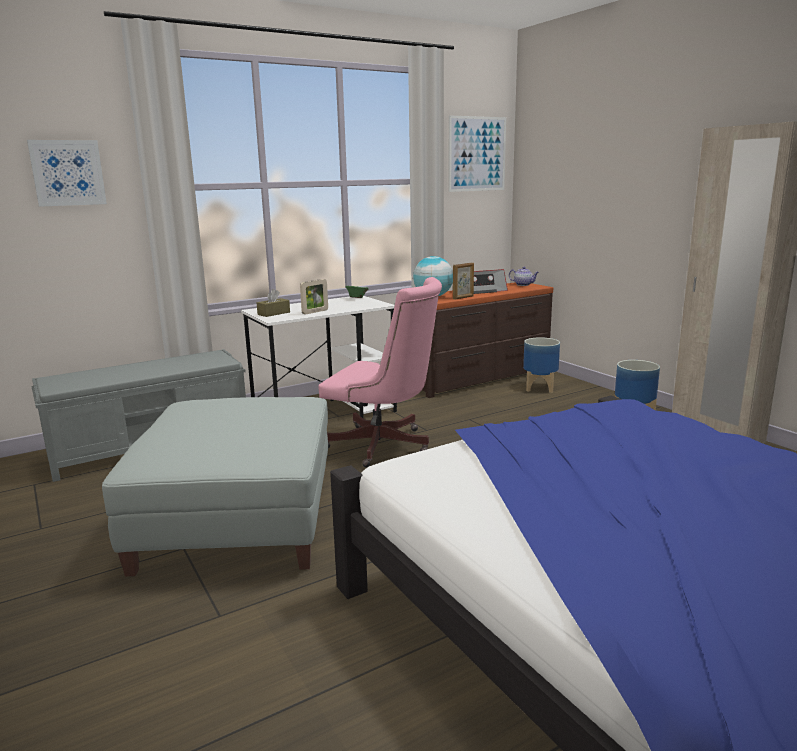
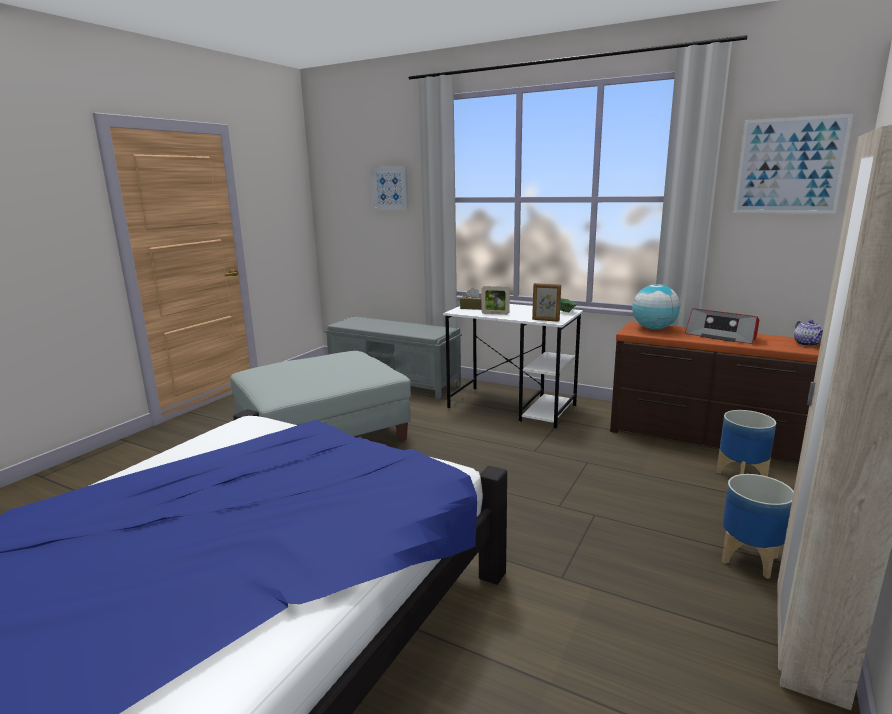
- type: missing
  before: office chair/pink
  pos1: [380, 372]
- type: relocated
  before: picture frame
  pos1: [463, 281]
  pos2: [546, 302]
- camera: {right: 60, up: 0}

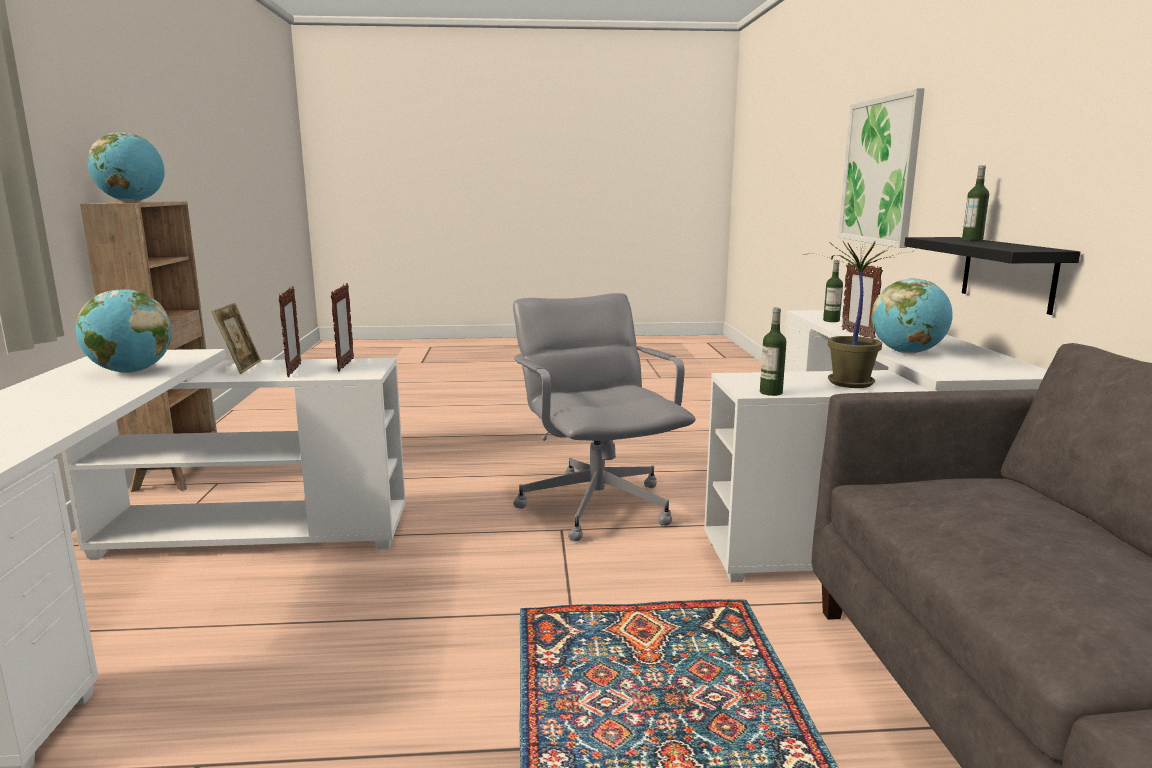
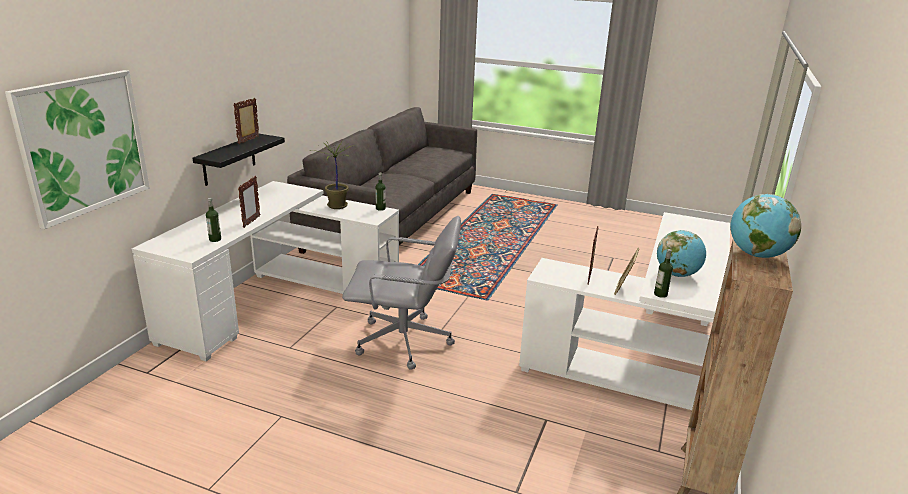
- type: missing
  before: globe
  pos1: [912, 316]
- type: relocated
  before: picture frame
  pos1: [342, 327]
  pos2: [246, 121]
- type: relocated
  before: bottle
  pos1: [975, 203]
  pos2: [663, 273]
- type: spun
  before: office chair/grey
  pos1: [604, 417]
  pos2: [401, 293]
  turn: -90
- camera: {right: -155, up: 10}

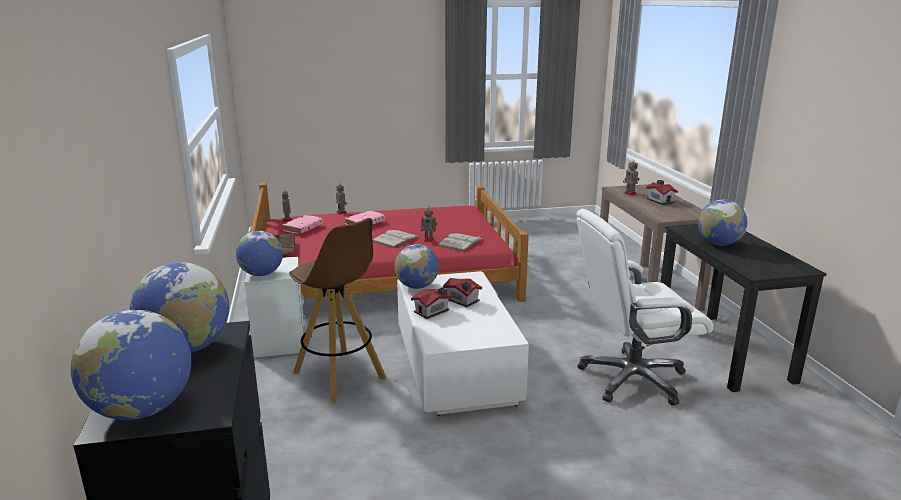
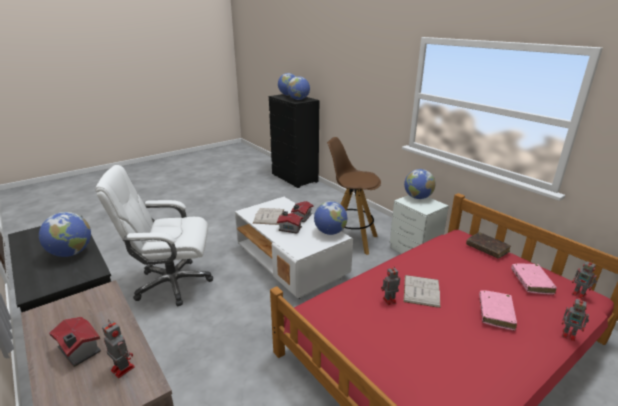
- type: relocated
  before: book/white
  pos1: [460, 242]
  pos2: [268, 216]
- type: spun
  before: office chair/white
  pos1: [645, 307]
  pos2: [154, 235]
  turn: -150
- camera: {right: 155, up: 5}

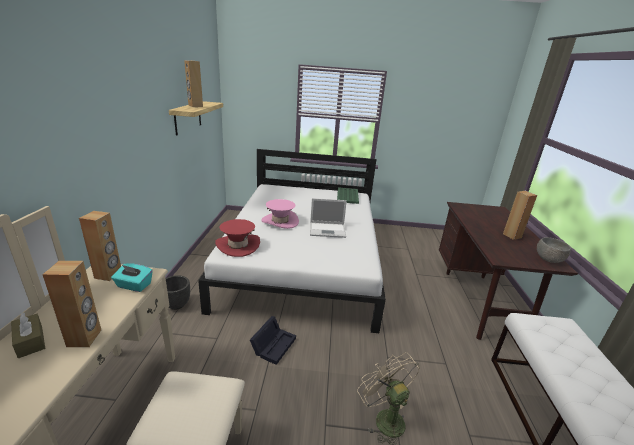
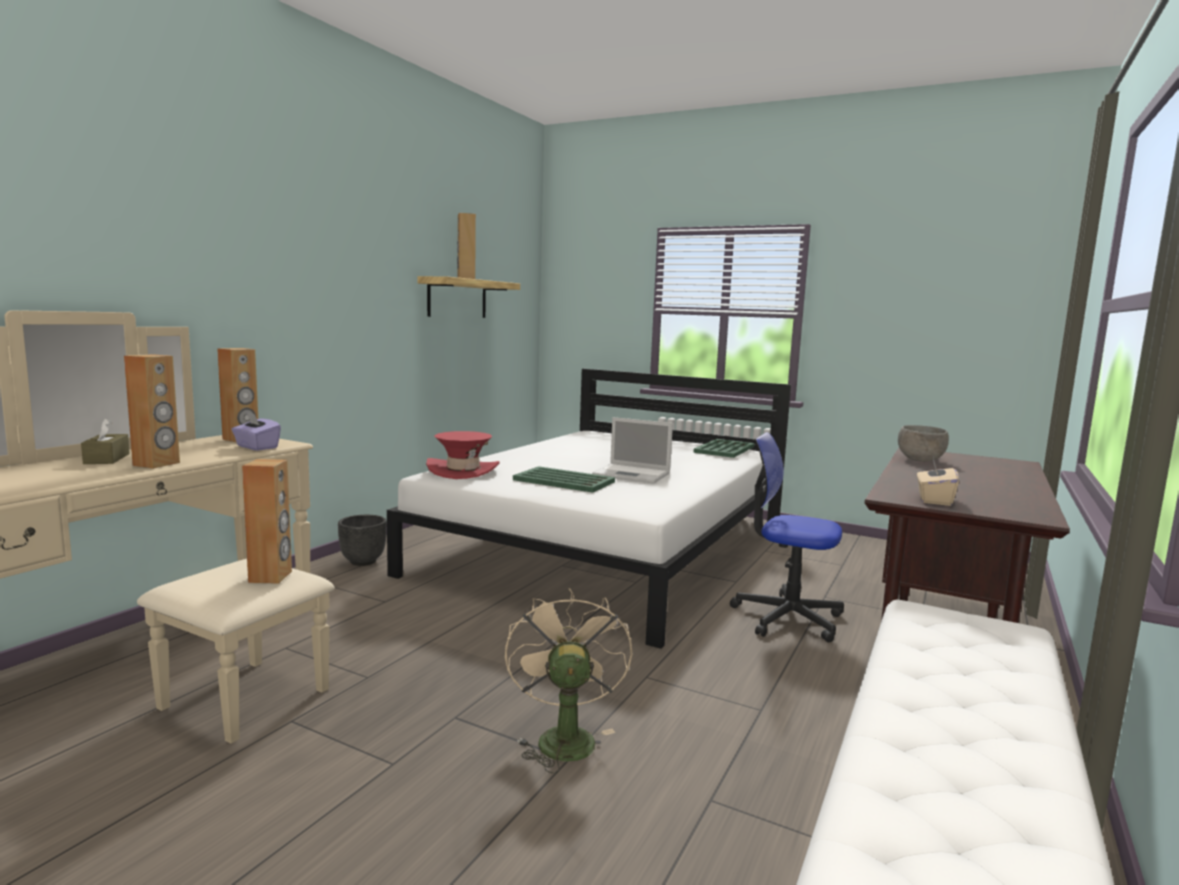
- type: missing
  before: storage box/black
  pos1: [273, 340]
- type: missing
  before: hat/pink
  pos1: [280, 214]
- type: appeared
  after: tray/green
  pos2: [564, 479]
- type: appeared
  after: office chair
  pos2: [787, 537]
- type: appeared
  after: tissue box/beige
  pos2: [938, 482]
- type: relocated
  before: speaker/brown
  pos1: [520, 215]
  pos2: [267, 521]
- type: relocated
  before: bowl/grey
  pos1: [554, 250]
  pos2: [923, 443]
- type: colour
  before: tissue box/turquoise
  after: tissue box/purple
  pos1: [132, 277]
  pos2: [256, 431]
- camera: {right: 25, up: -15}

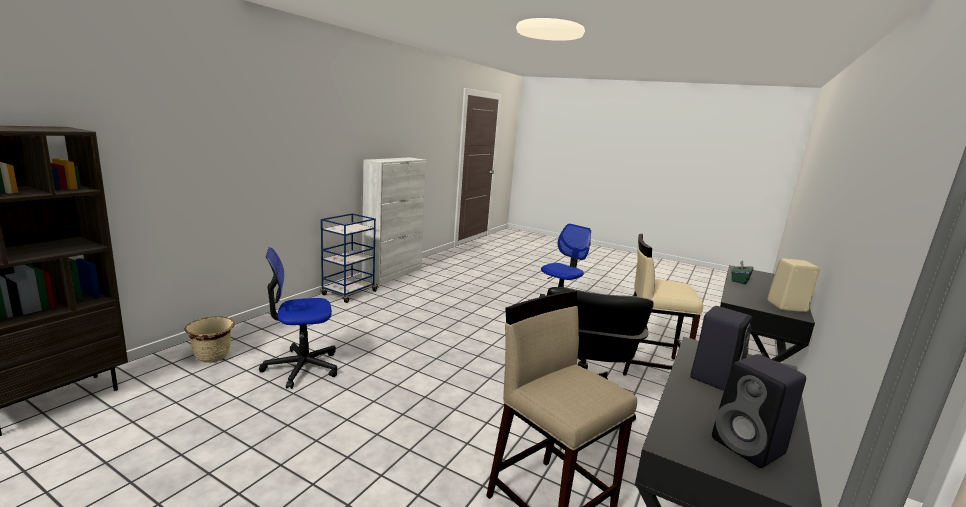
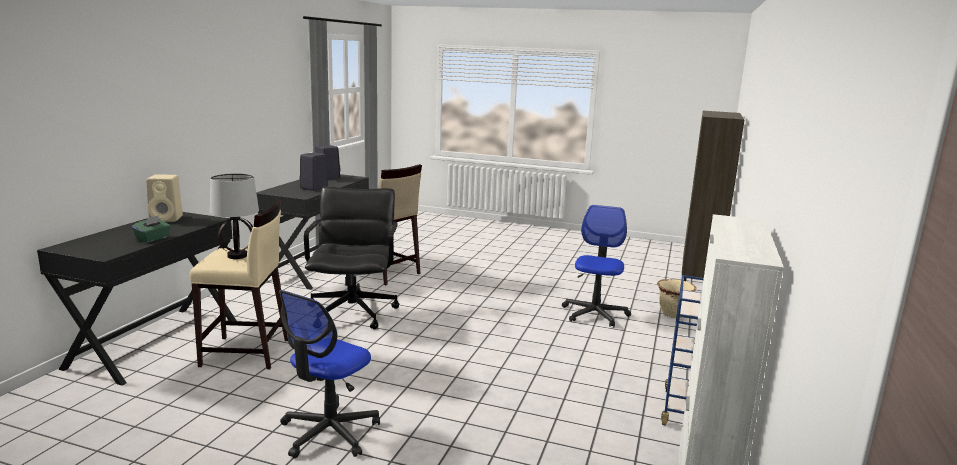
- type: appeared
  after: table lamp
  pos2: [234, 216]
- type: spun
  before: office chair
  pos1: [298, 318]
  pos2: [596, 266]
  turn: -45
- camera: {right: 170, up: 0}

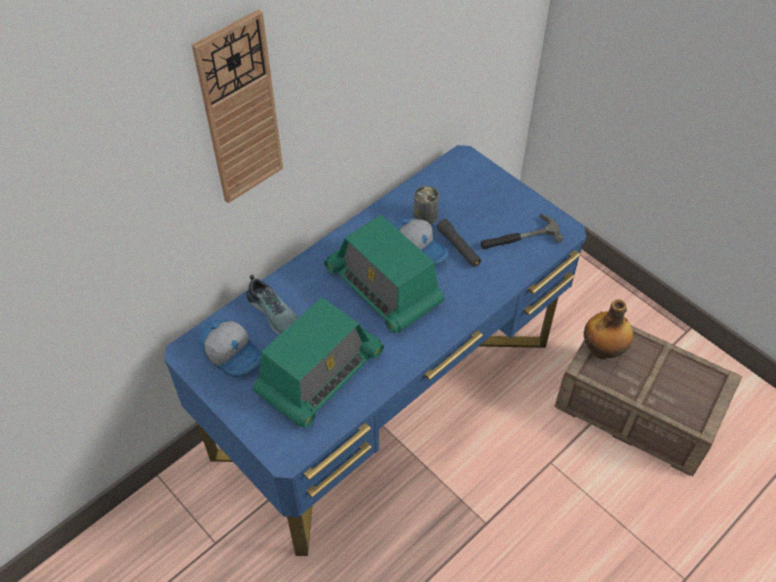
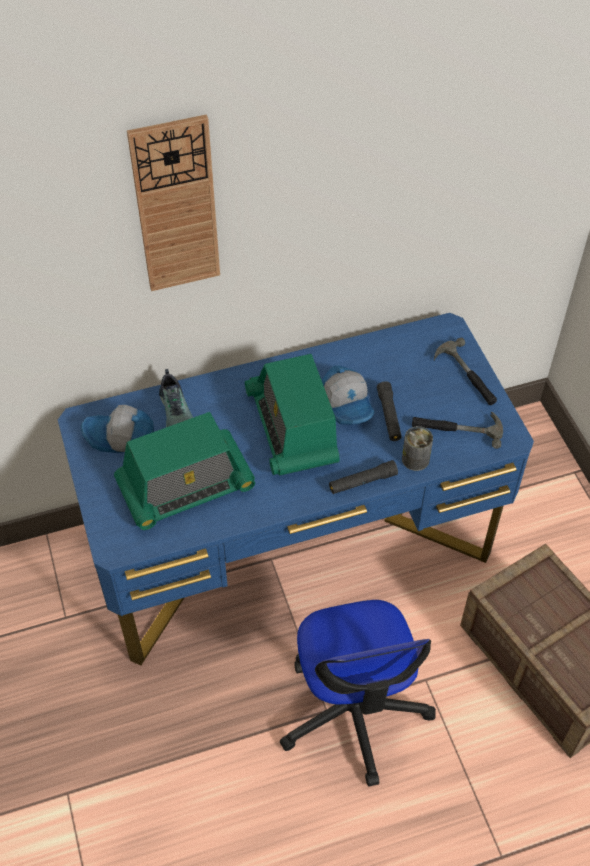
- type: missing
  before: bottle
  pos1: [608, 329]
- type: appeared
  after: office chair
  pos2: [358, 693]
- type: appeared
  after: flashlight/black
  pos2: [363, 477]
- type: appeared
  after: hammer
  pos2: [465, 371]
- type: relocated
  before: can
  pos1: [426, 205]
  pos2: [417, 448]
- type: spun
  before: cap
  pos1: [230, 348]
  pos2: [117, 429]
  turn: 120
- camera: {right: 25, up: 0}

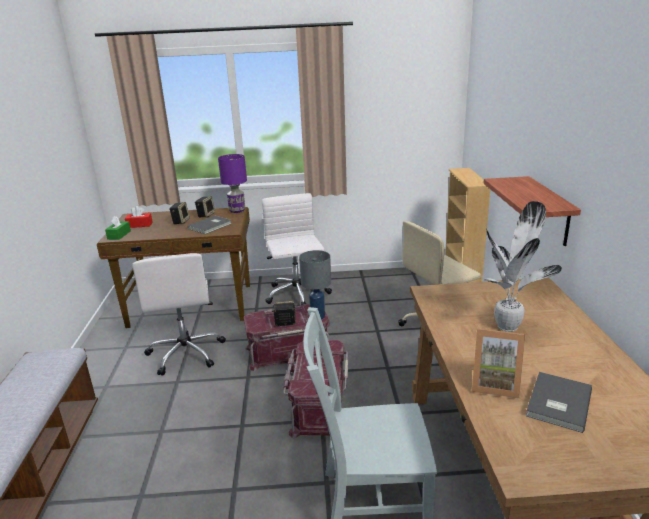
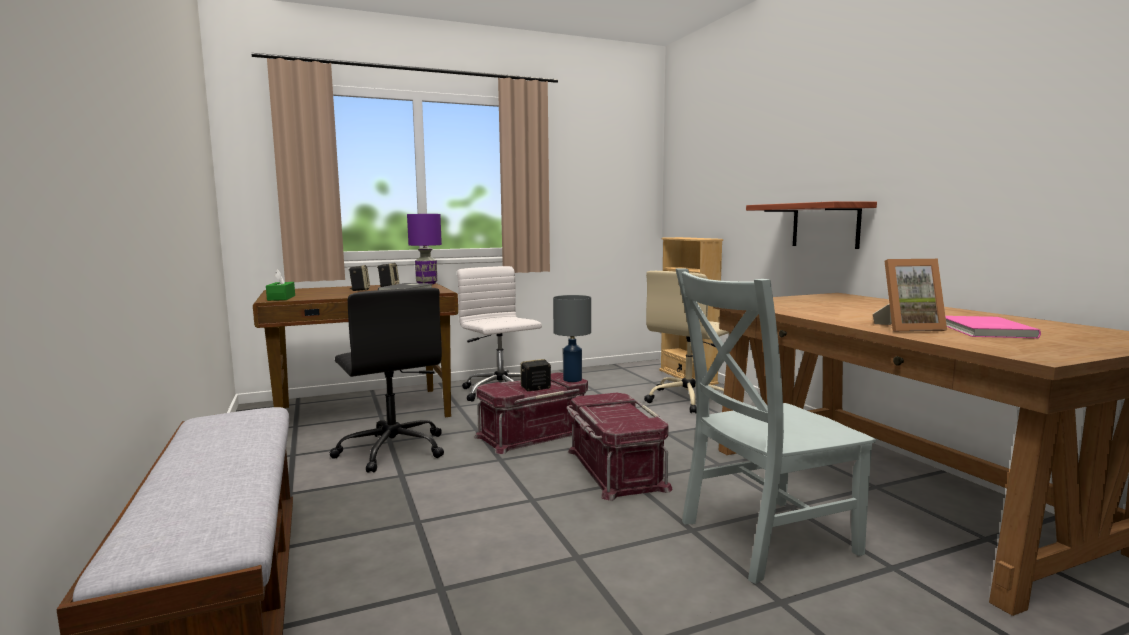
- type: missing
  before: tissue box/red
  pos1: [139, 217]
- type: missing
  before: potted plant
  pos1: [522, 266]
- type: colour
  before: office chair/white
  after: office chair/black
  pos1: [179, 314]
  pos2: [386, 380]
- type: colour
  before: book/grey
  after: book/pink
  pos1: [559, 402]
  pos2: [993, 327]
- camera: {right: -20, up: -15}

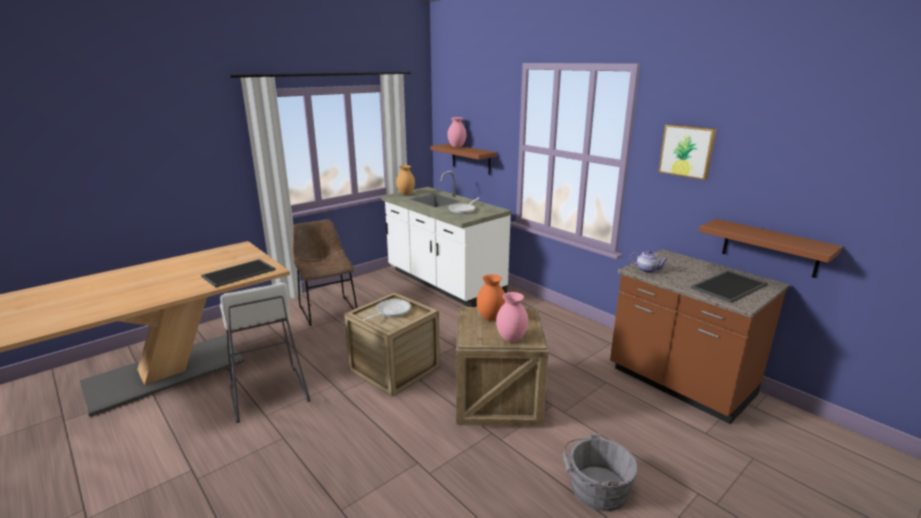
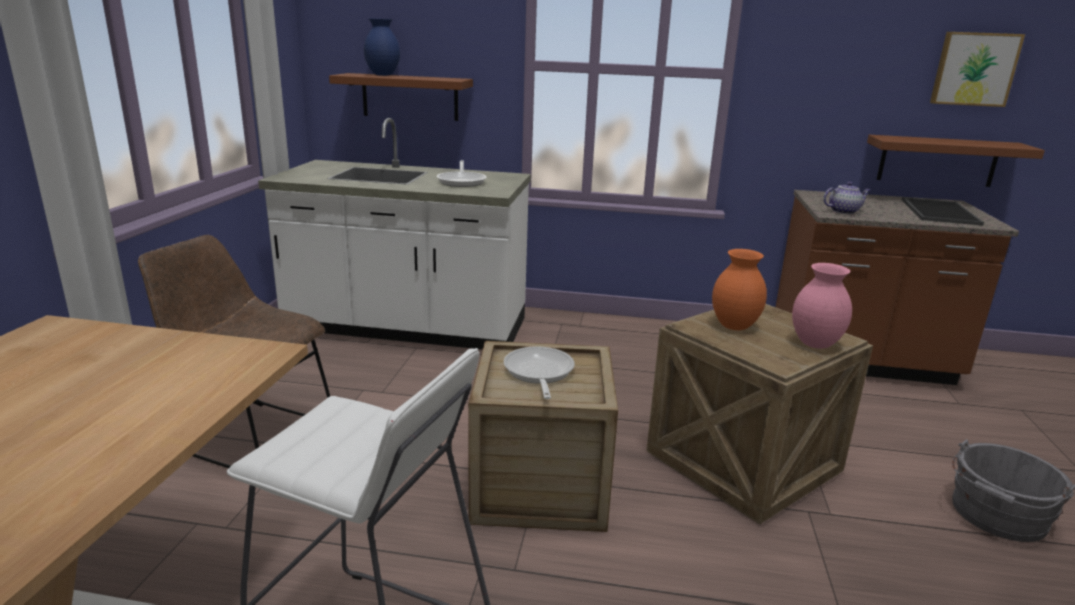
- type: missing
  before: tray
  pos1: [238, 273]
- type: missing
  before: vase/brown
  pos1: [405, 180]
- type: relocated
  before: picture
  pos1: [687, 152]
  pos2: [977, 69]
- type: colour
  before: vase/pink
  after: vase/blue
  pos1: [457, 132]
  pos2: [382, 47]
- camera: {right: -40, up: 0}

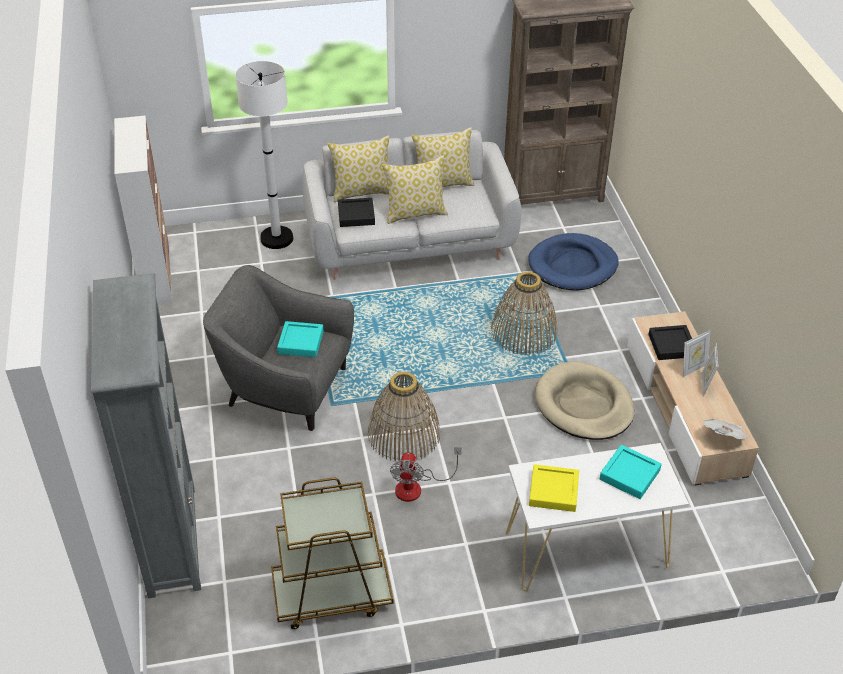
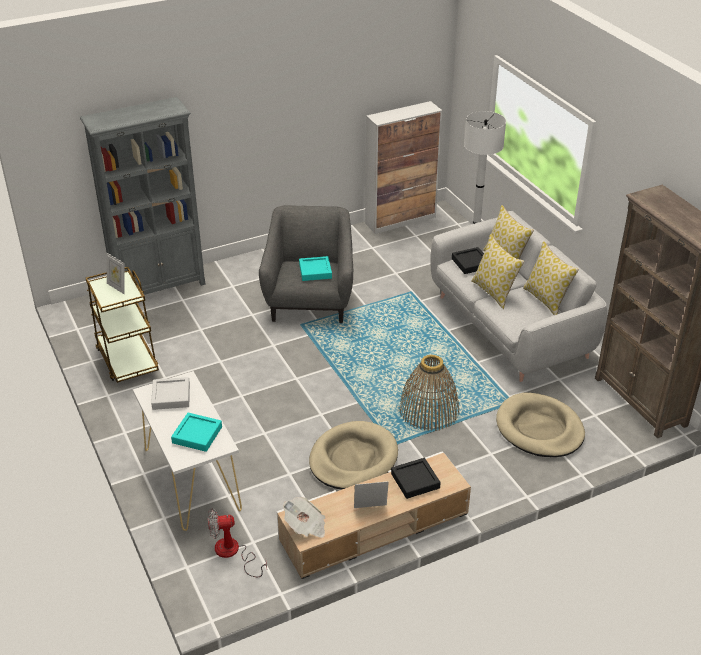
- type: missing
  before: basket
  pos1: [404, 417]
- type: relocated
  before: fan
  pos1: [425, 474]
  pos2: [237, 542]
- type: relocated
  before: picture frame
  pos1: [696, 353]
  pos2: [115, 273]
- type: colour
  before: dog bed/blue
  after: dog bed/beige
  pos1: [573, 262]
  pos2: [540, 424]
- type: colour
  before: tray/yellow
  after: tray/grey
  pos1: [554, 488]
  pos2: [170, 393]
- camera: {right: 75, up: -5}

